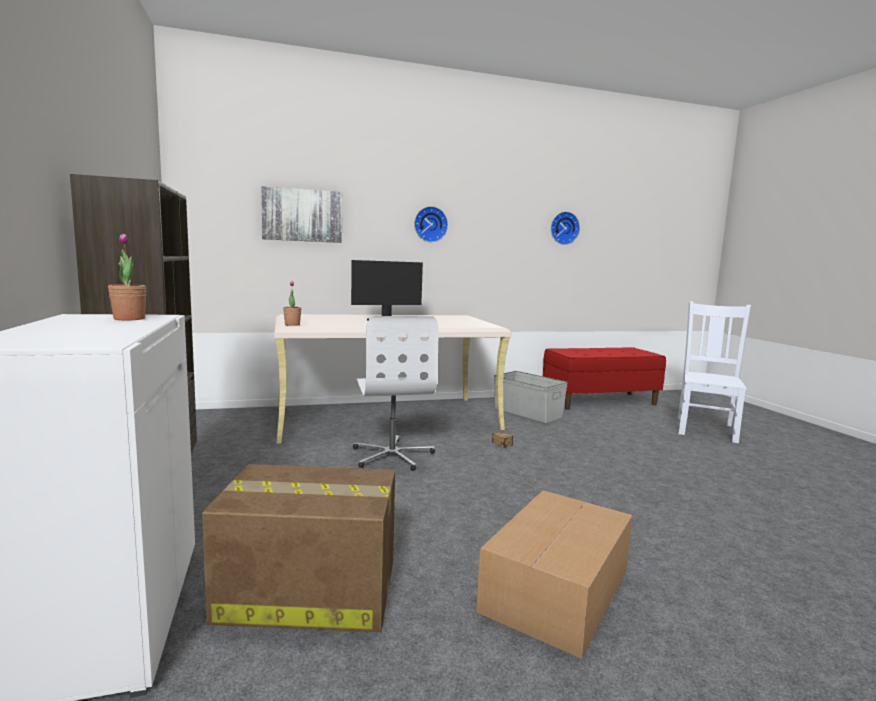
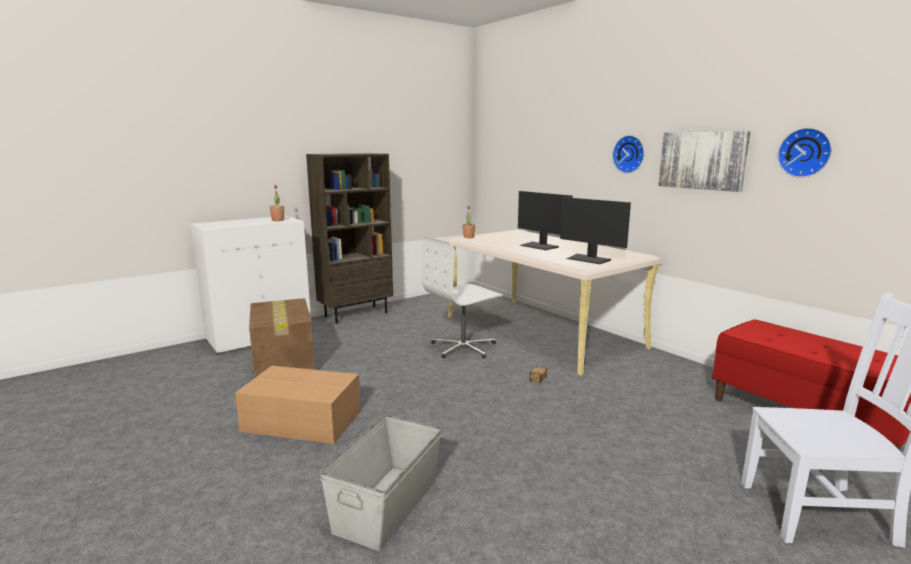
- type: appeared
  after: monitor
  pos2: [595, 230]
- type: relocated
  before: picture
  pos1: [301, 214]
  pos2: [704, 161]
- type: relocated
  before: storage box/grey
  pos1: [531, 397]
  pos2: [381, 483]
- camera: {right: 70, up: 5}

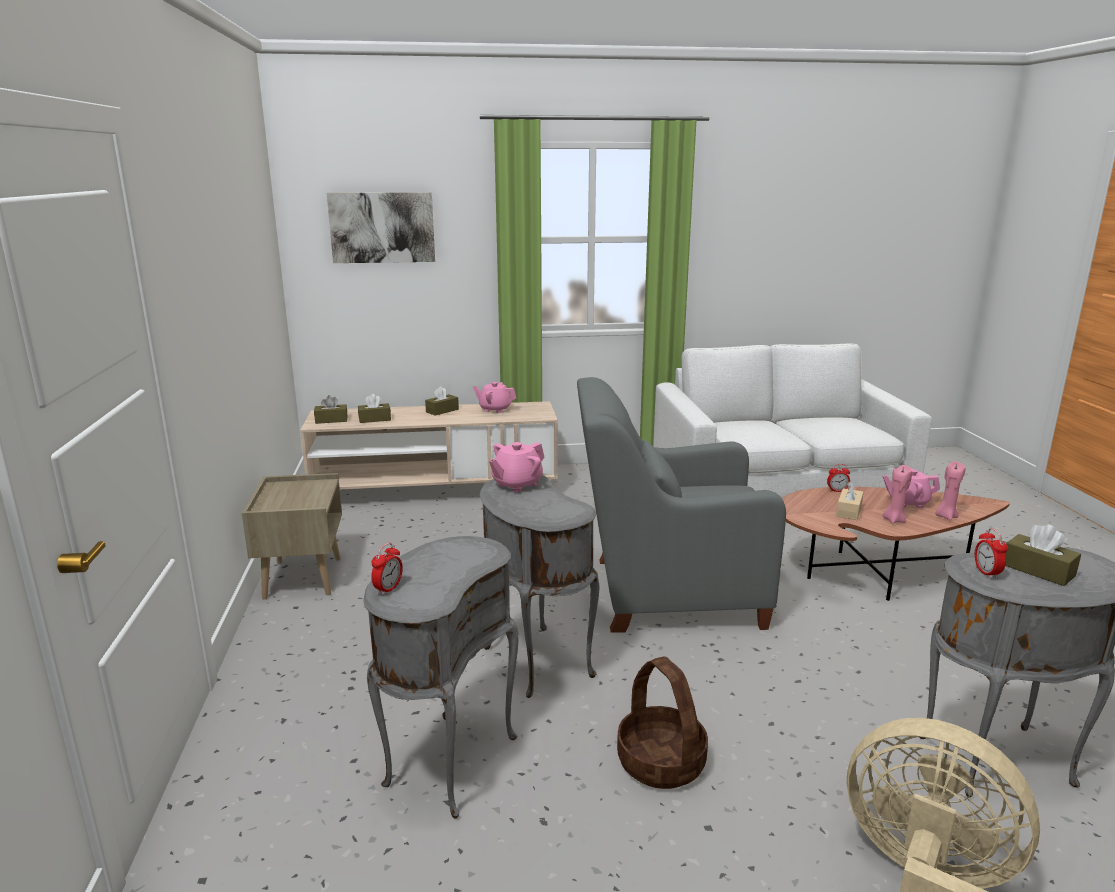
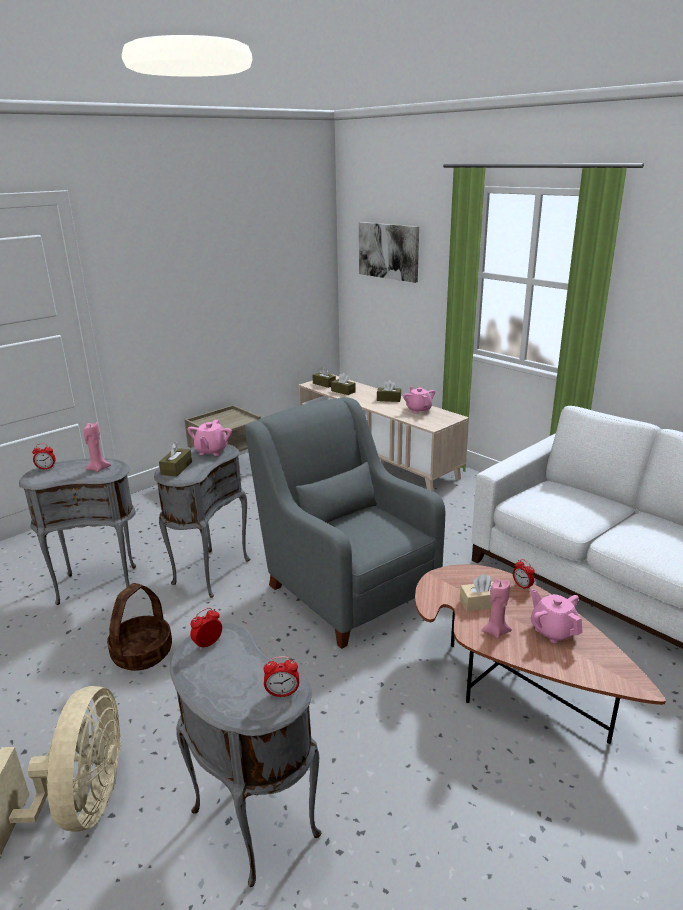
- type: appeared
  after: alarm clock
  pos2: [281, 676]
- type: relocated
  before: candle/pink
  pos1: [950, 490]
  pos2: [97, 447]
- type: relocated
  before: tissue box/brown
  pos1: [1043, 555]
  pos2: [175, 459]
- type: spun
  before: teapot/pink
  pos1: [517, 467]
  pos2: [209, 438]
  turn: -90
- camera: {right: 55, up: 5}

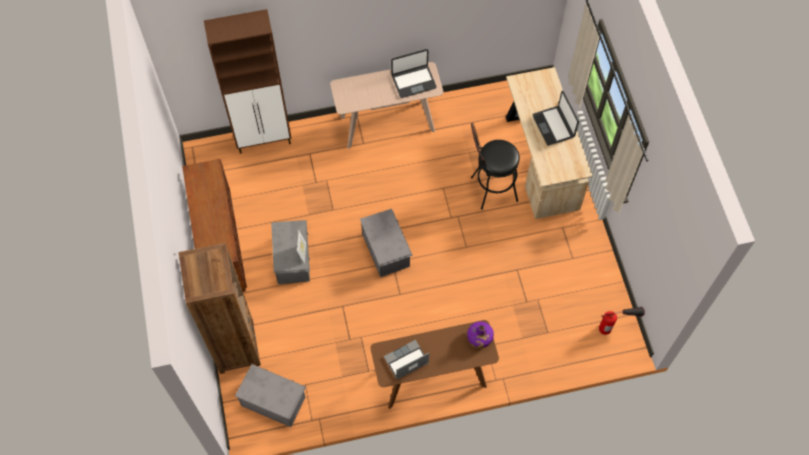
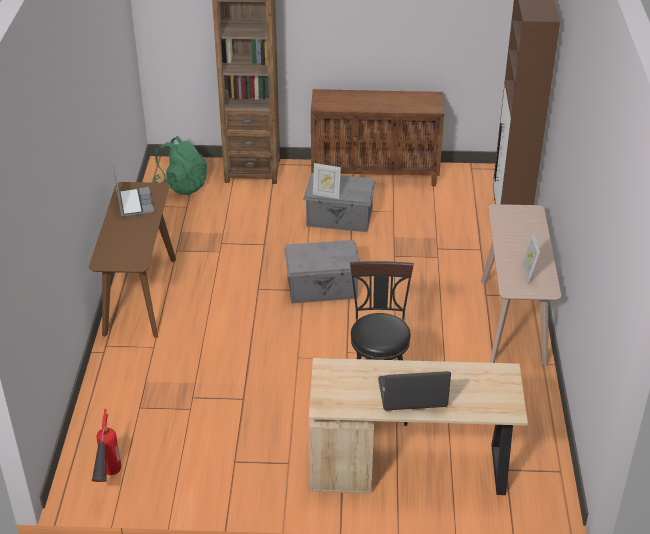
- type: missing
  before: bottle/purple
  pos1: [480, 335]
- type: exchanged
  before: storage box/grey
  after: backpack/green
  pos1: [270, 395]
  pos2: [180, 165]
- type: exchanged
  before: laptop
  after: picture frame
  pos1: [414, 73]
  pos2: [531, 258]
- camera: {right: 105, up: -25}

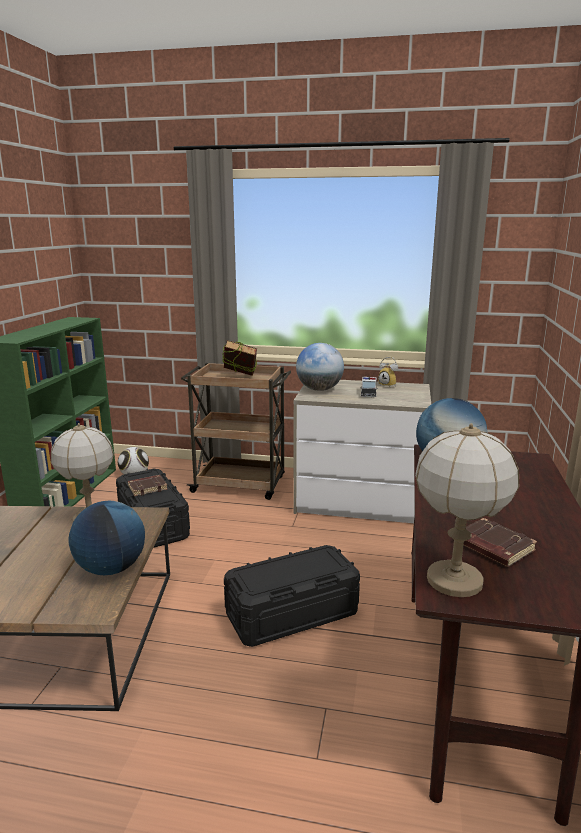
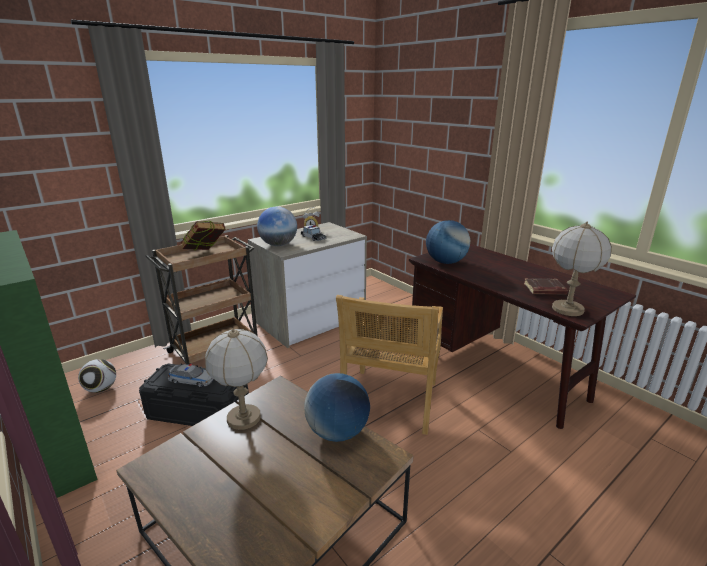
- type: exchanged
  before: book/brown
  after: toy car
  pos1: [147, 485]
  pos2: [191, 375]
- type: exchanged
  before: storage box/black
  after: chair/beige
  pos1: [292, 596]
  pos2: [389, 365]
- camera: {right: -50, up: 5}

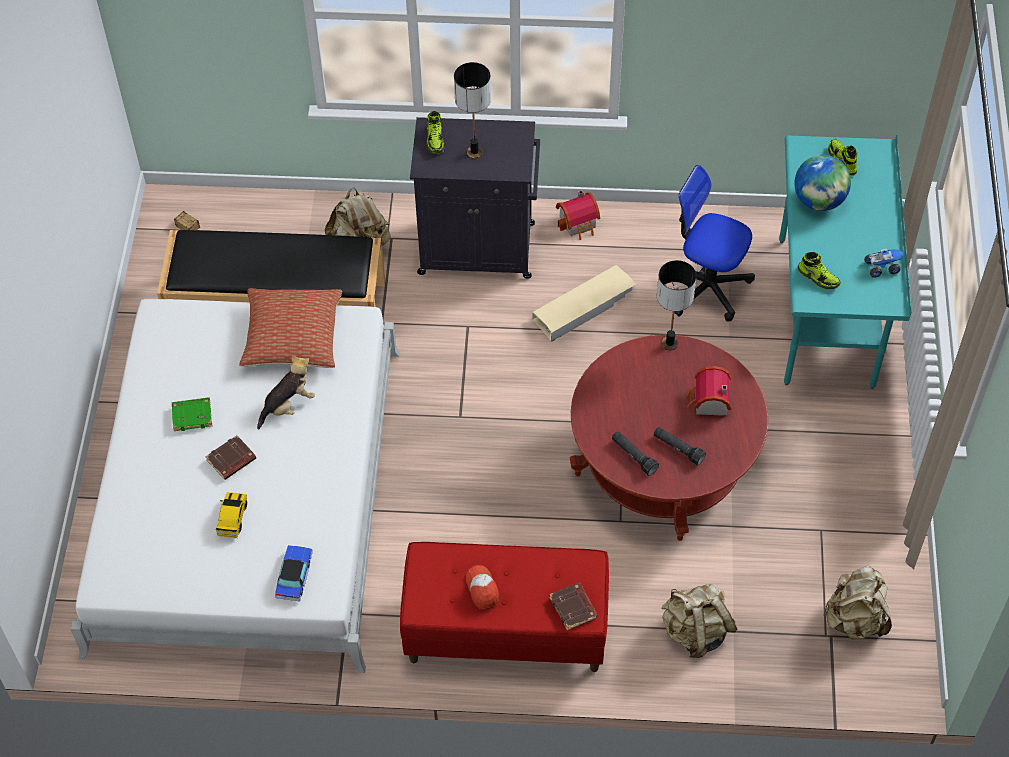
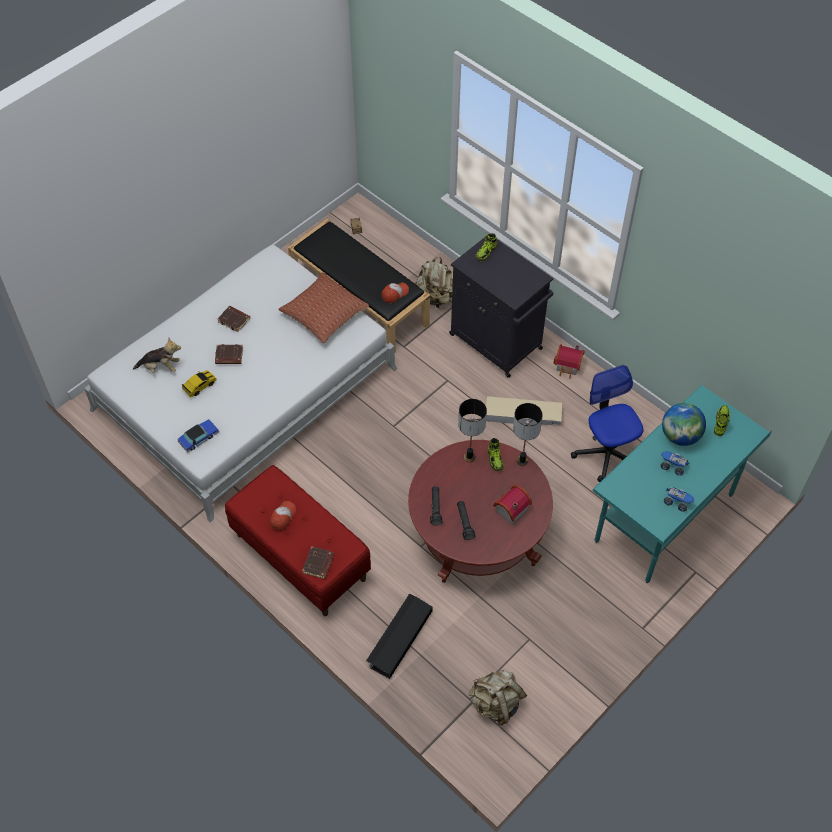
- type: appeared
  after: cap
  pos2: [395, 293]
- type: appeared
  after: toy truck
  pos2: [675, 463]
- type: relocated
  before: plush toy
  pos1: [286, 392]
  pos2: [157, 355]
- type: relocated
  before: table lamp
  pos1: [472, 110]
  pos2: [472, 431]
- type: relocated
  before: shoe
  pos1: [819, 271]
  pos2: [496, 454]
- type: exchanged
  before: backpack/beige
  after: storage box/black
  pos1: [699, 621]
  pos2: [399, 636]
- type: colour
  before: book/green
  after: book/brown
  pos1: [192, 414]
  pos2: [233, 319]
- camera: {right: 40, up: 0}

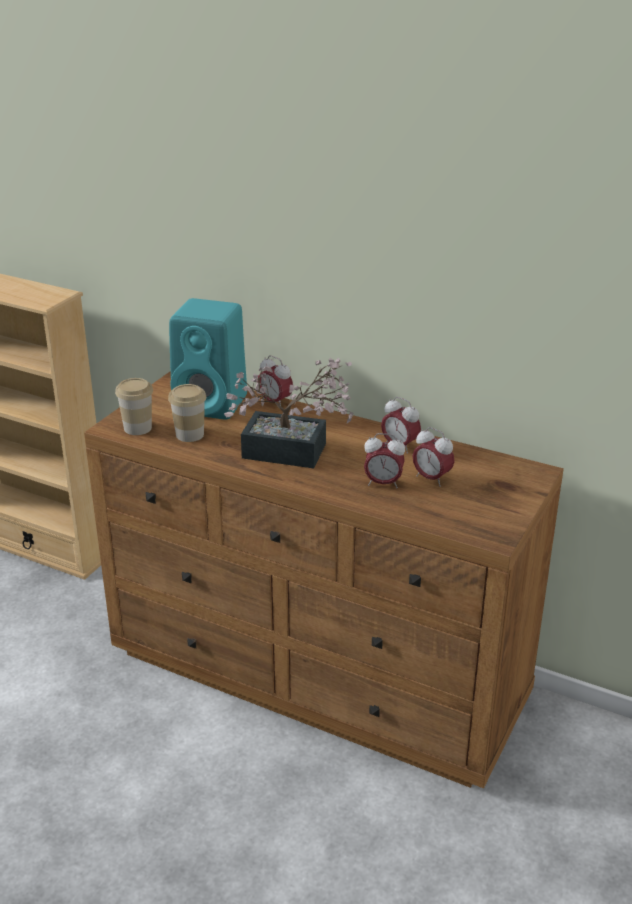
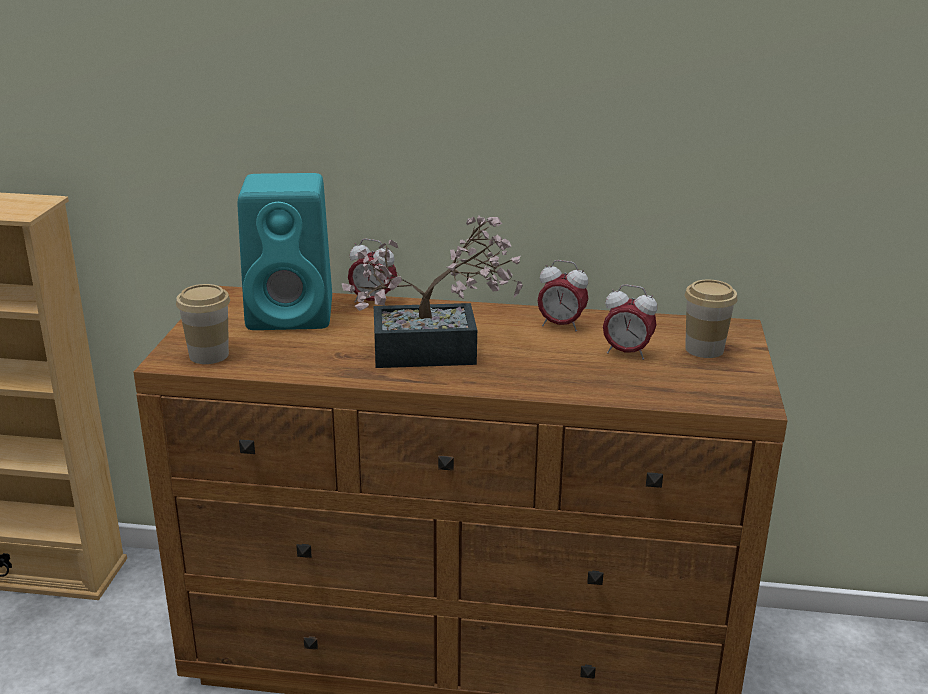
- type: missing
  before: alarm clock
  pos1: [384, 460]
- type: relocated
  before: cup
  pos1: [187, 413]
  pos2: [711, 319]
- camera: {right: -20, up: -5}

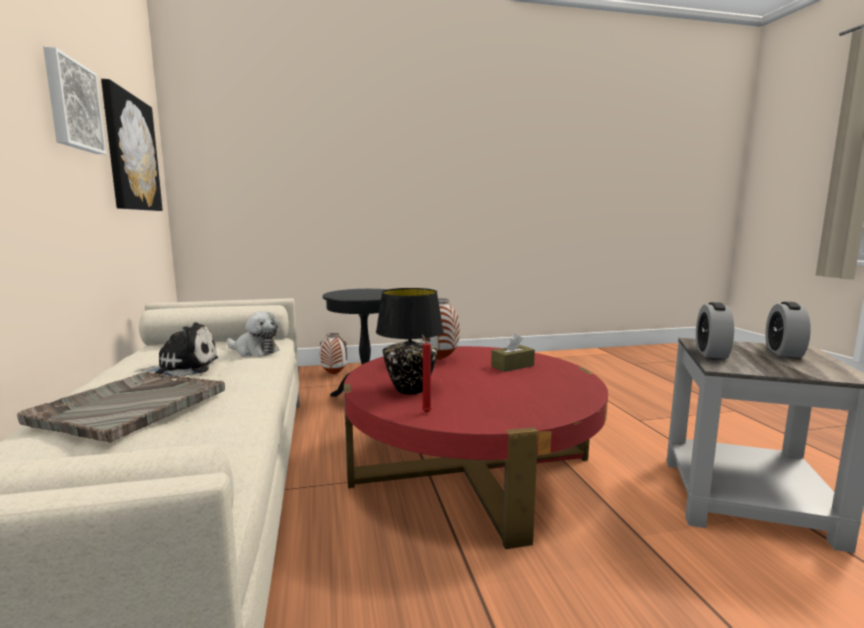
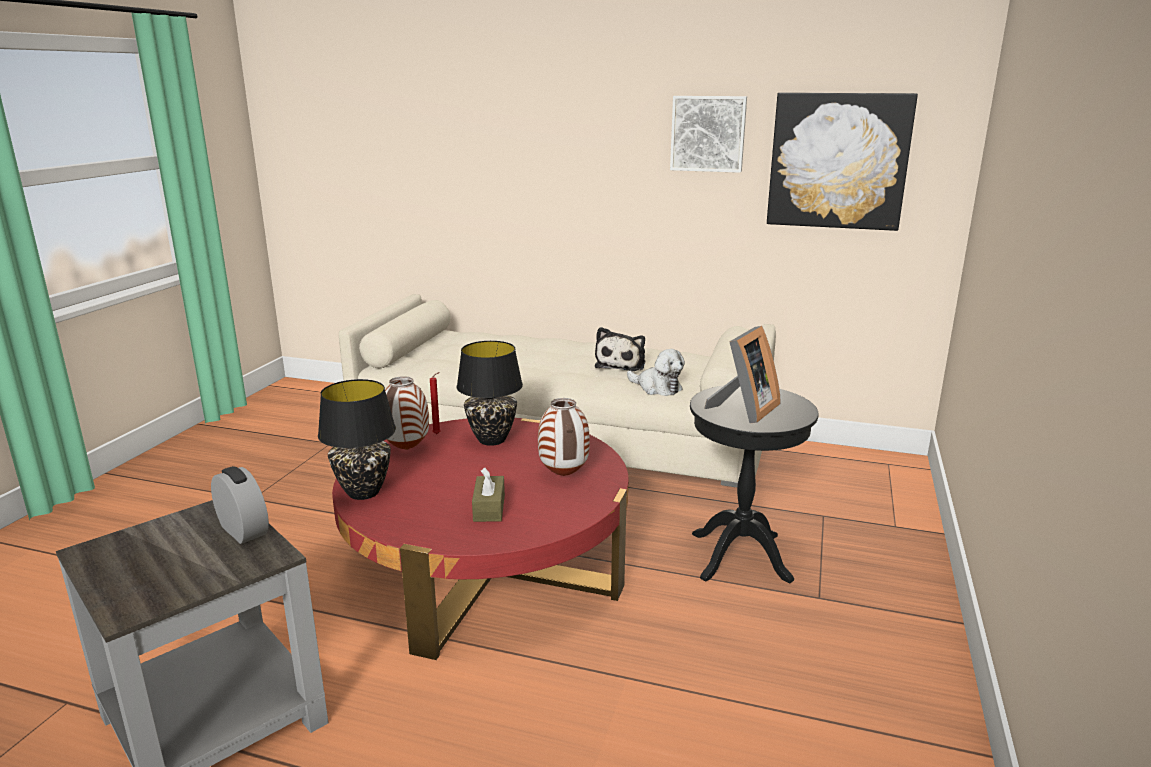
- type: missing
  before: tray/grey
  pos1: [121, 407]
- type: missing
  before: alarm clock
  pos1: [788, 330]
- type: appeared
  after: table lamp/black
  pos2: [357, 439]
- type: appeared
  after: picture frame
  pos2: [742, 374]
- type: relocated
  before: vase
  pos1: [333, 354]
  pos2: [407, 413]
- type: spun
  before: plush toy
  pos1: [253, 334]
  pos2: [656, 372]
  turn: -105
- camera: {right: 120, up: 10}

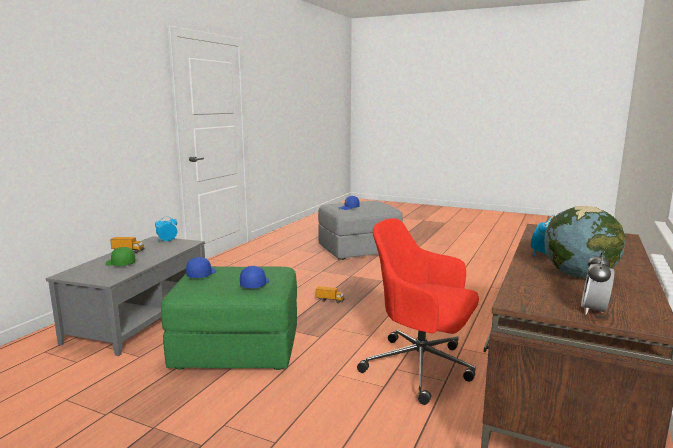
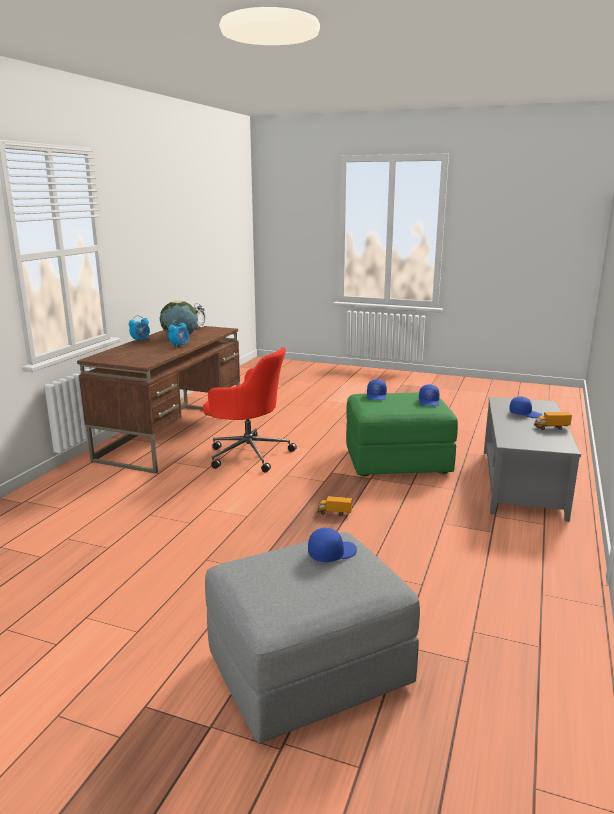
- type: relocated
  before: alarm clock
  pos1: [166, 228]
  pos2: [139, 328]
- type: colour
  before: cap/green
  after: cap/blue
  pos1: [120, 256]
  pos2: [525, 407]
- camera: {right: 175, up: 5}

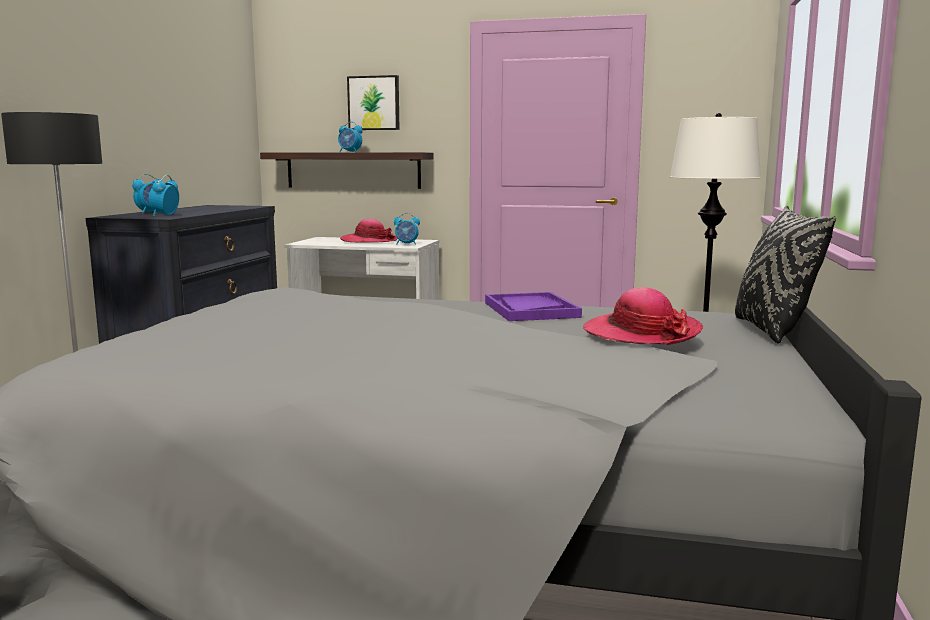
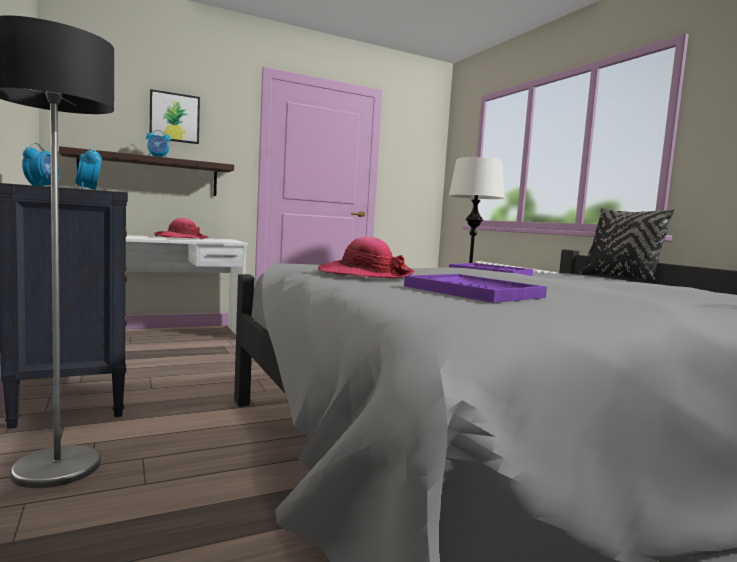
- type: missing
  before: alarm clock
  pos1: [407, 229]
- type: appeared
  after: tray/purple
  pos2: [475, 288]
- type: relocated
  before: hat
  pos1: [643, 316]
  pos2: [366, 258]
- camera: {right: -40, up: -5}

